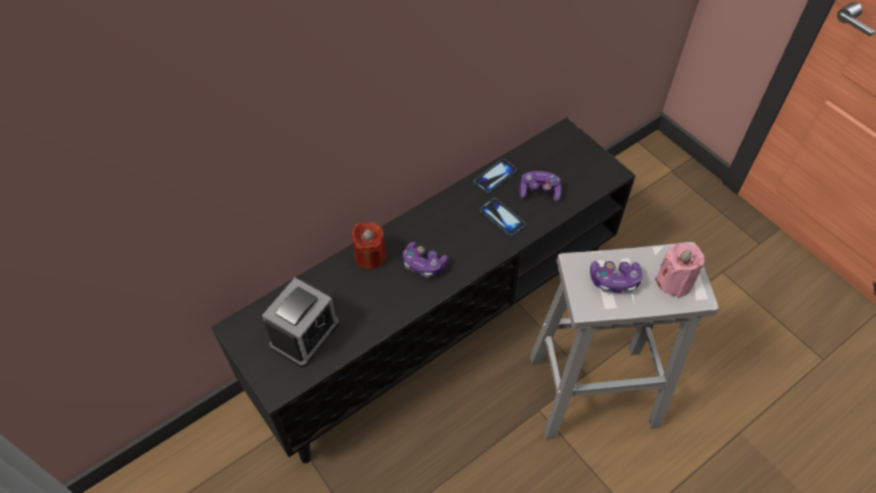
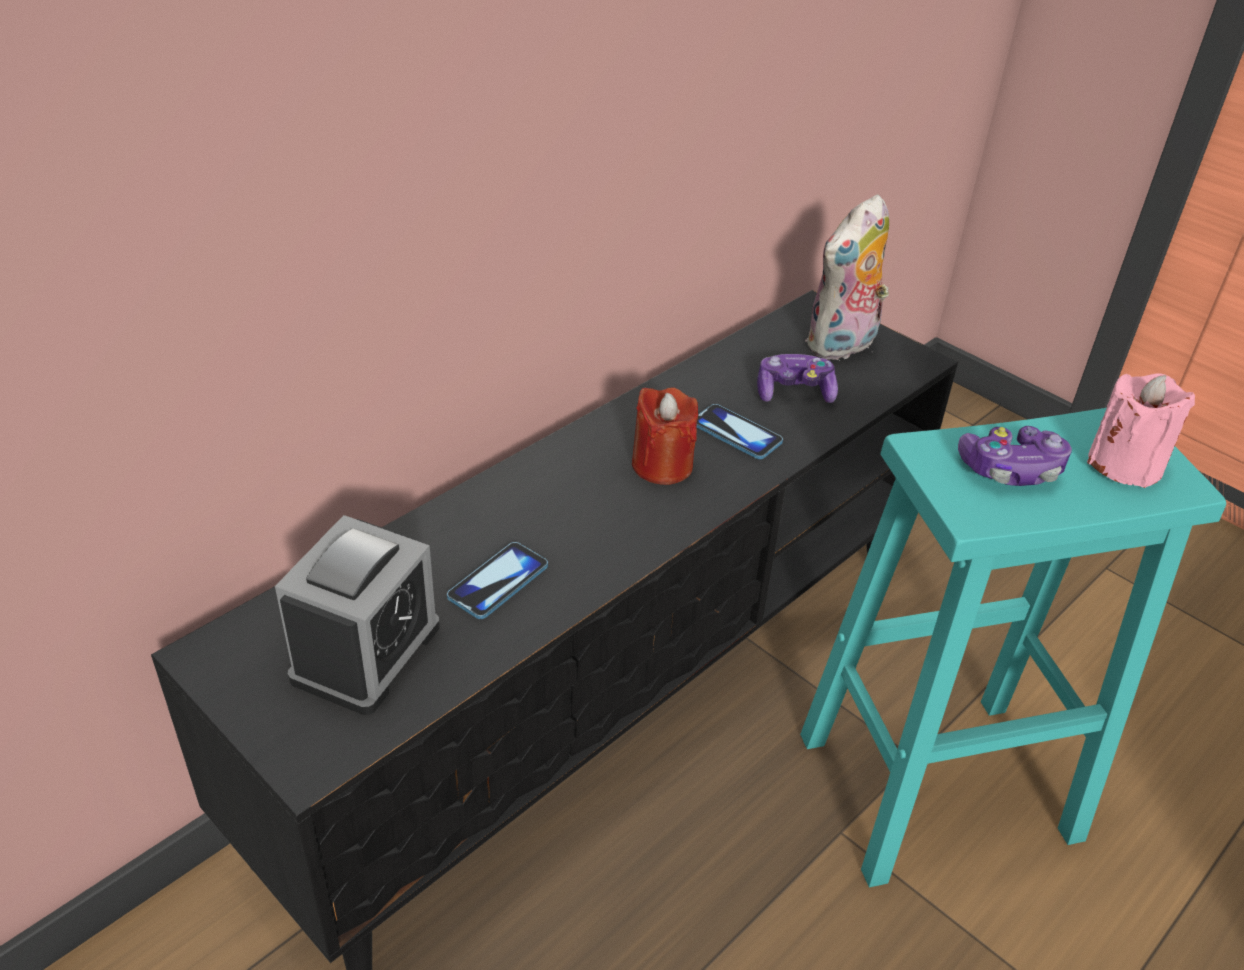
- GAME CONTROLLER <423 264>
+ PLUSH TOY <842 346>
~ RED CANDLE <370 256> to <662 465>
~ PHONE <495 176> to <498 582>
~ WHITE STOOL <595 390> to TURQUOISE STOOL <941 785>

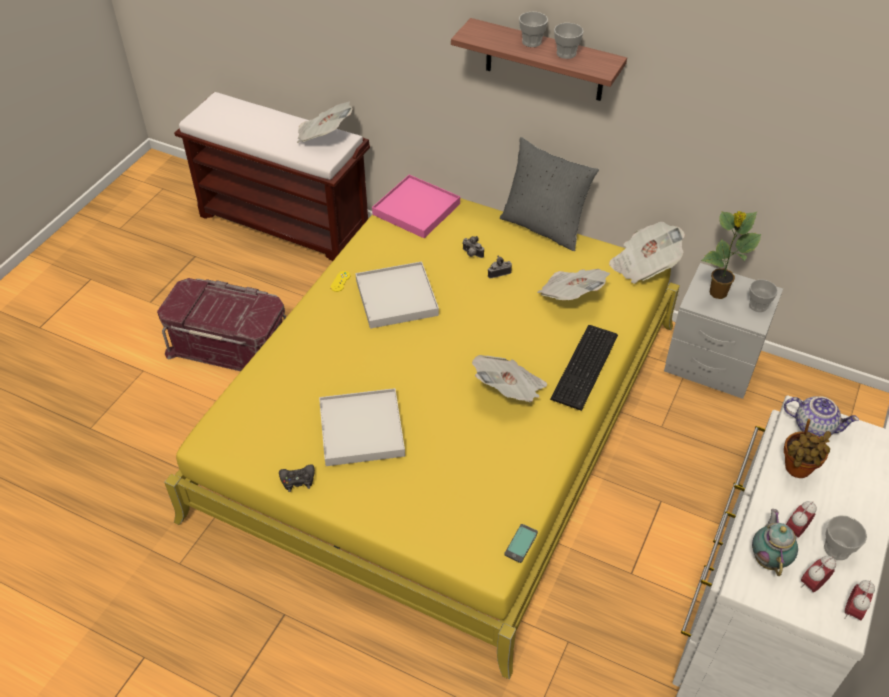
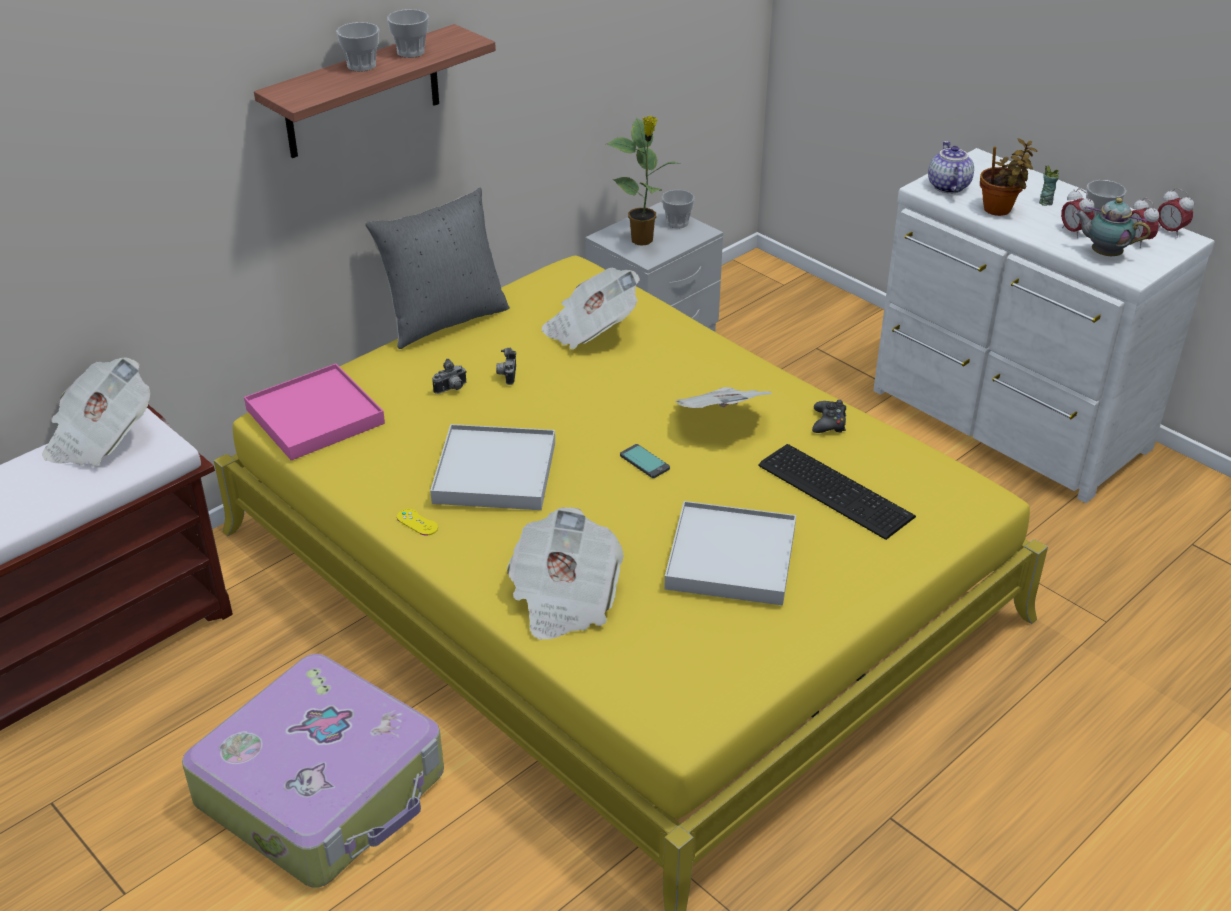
+ CUP <1045 202>
~ BLACK GAME CONTROLLER <298 480> to <829 423>
~ PHONE <521 544> to <645 462>
~ KEYBOARD <587 366> to <835 488>
~ NEWSPAPER <643 265> to <564 599>
~ RED STORAGE BOX <231 345> to SUITCASE <324 788>
~ TEAPOT <814 426> = <947 186> 45 degrees counterclockwise

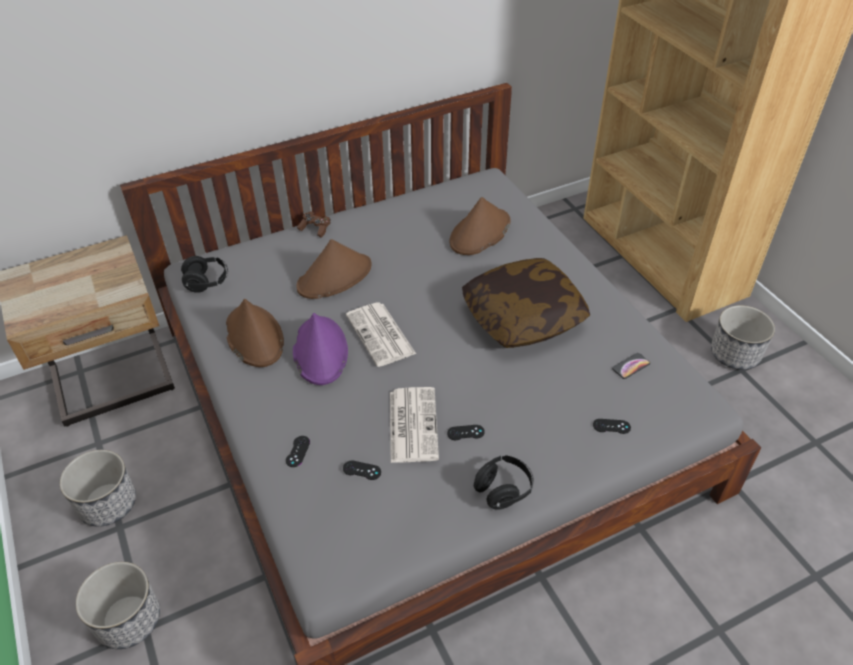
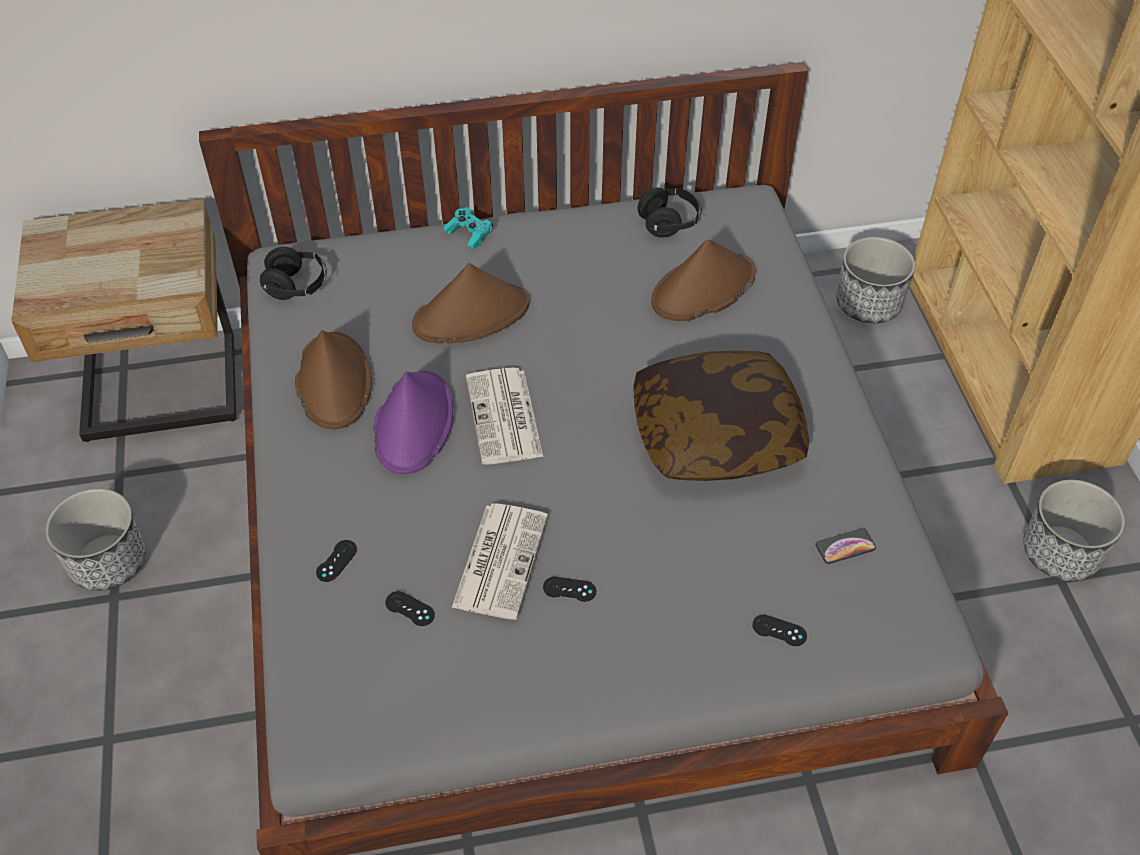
~ PLANTER <128 620> to <867 303>
~ BLACK HEADPHONES <503 490> to <669 223>
~ BROWN GAME CONTROLLER <315 228> to TURQUOISE GAME CONTROLLER <469 234>

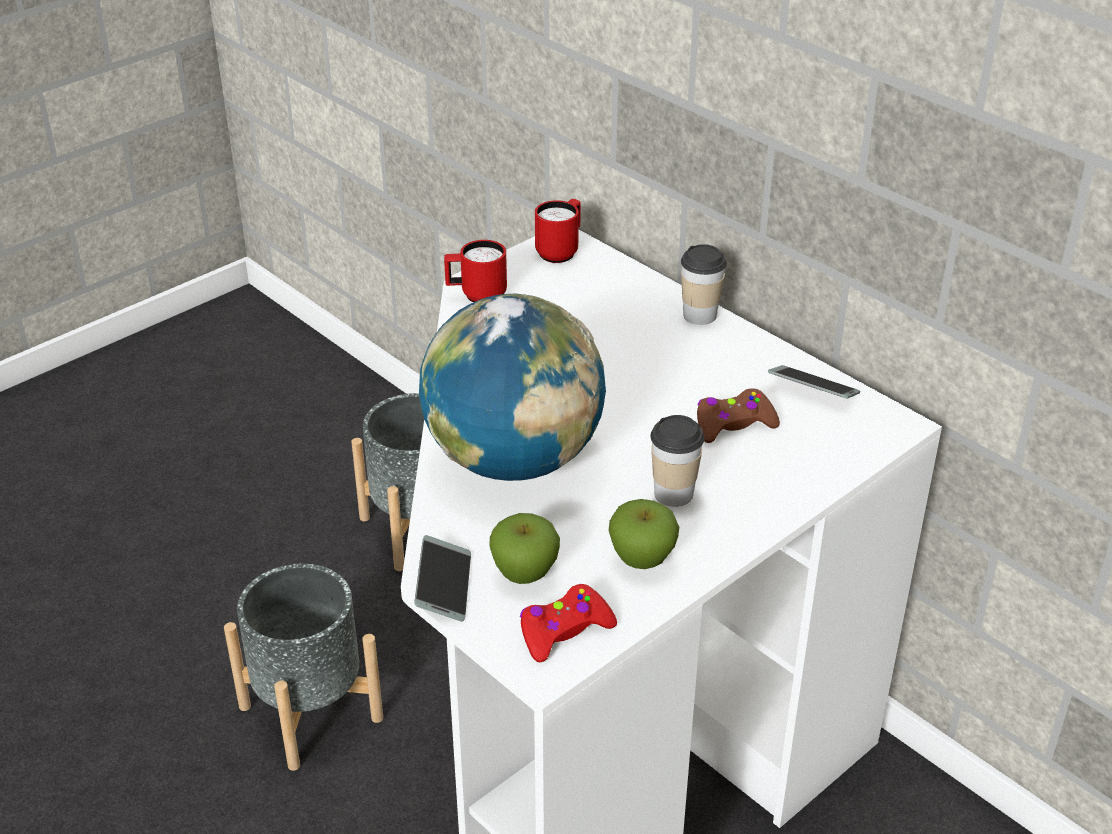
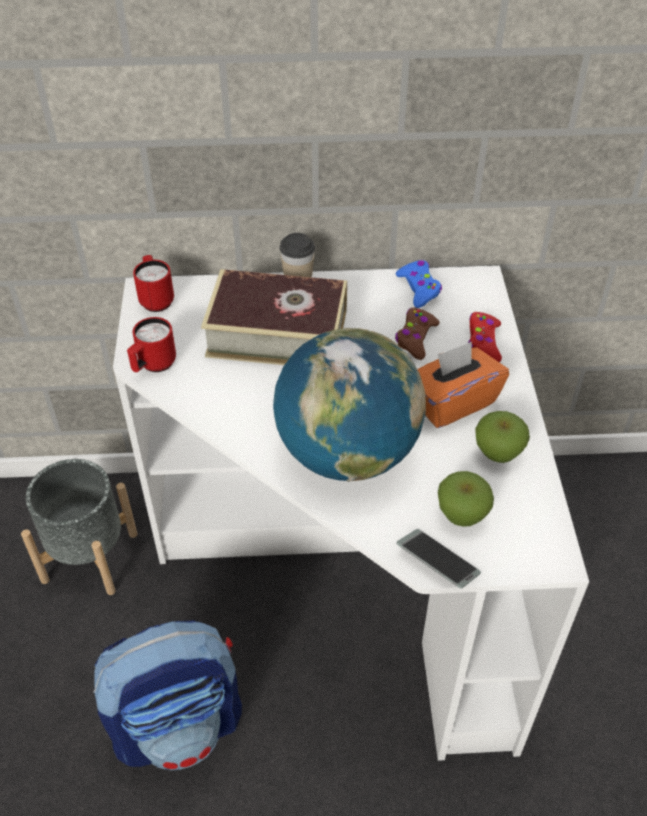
+ BOOK <277 333>
~ RED GAME CONTROLLER <564 631> to <483 342>
~ GREY PLANTER <310 712> to BACKPACK <179 725>
~ CUP <673 493> to ORANGE TISSUE BOX <452 402>
~ PHONE <813 390> to BLUE GAME CONTROLLER <419 288>

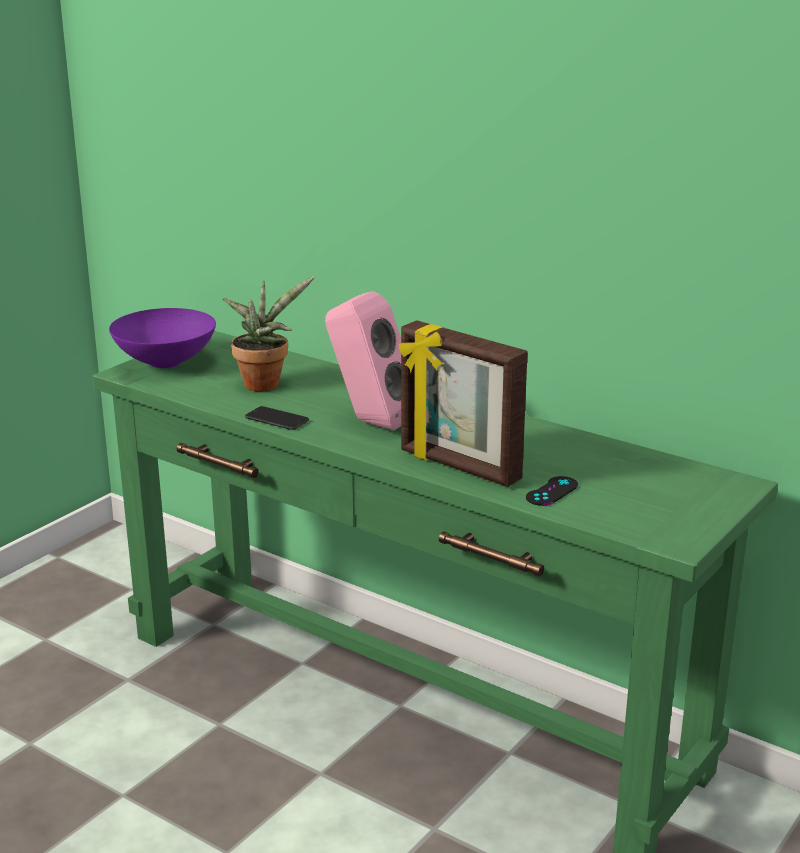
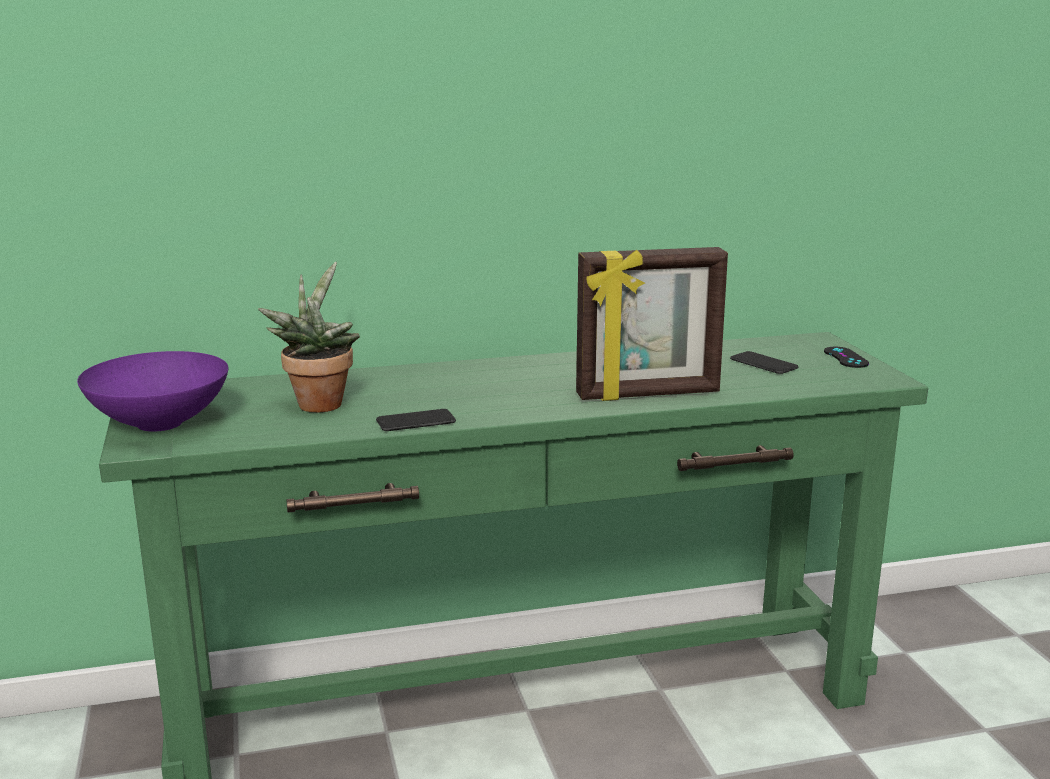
- PINK SPEAKER <369 422>
+ PHONE <763 364>
~ BLACK GAME CONTROLLER <552 491> to <845 358>

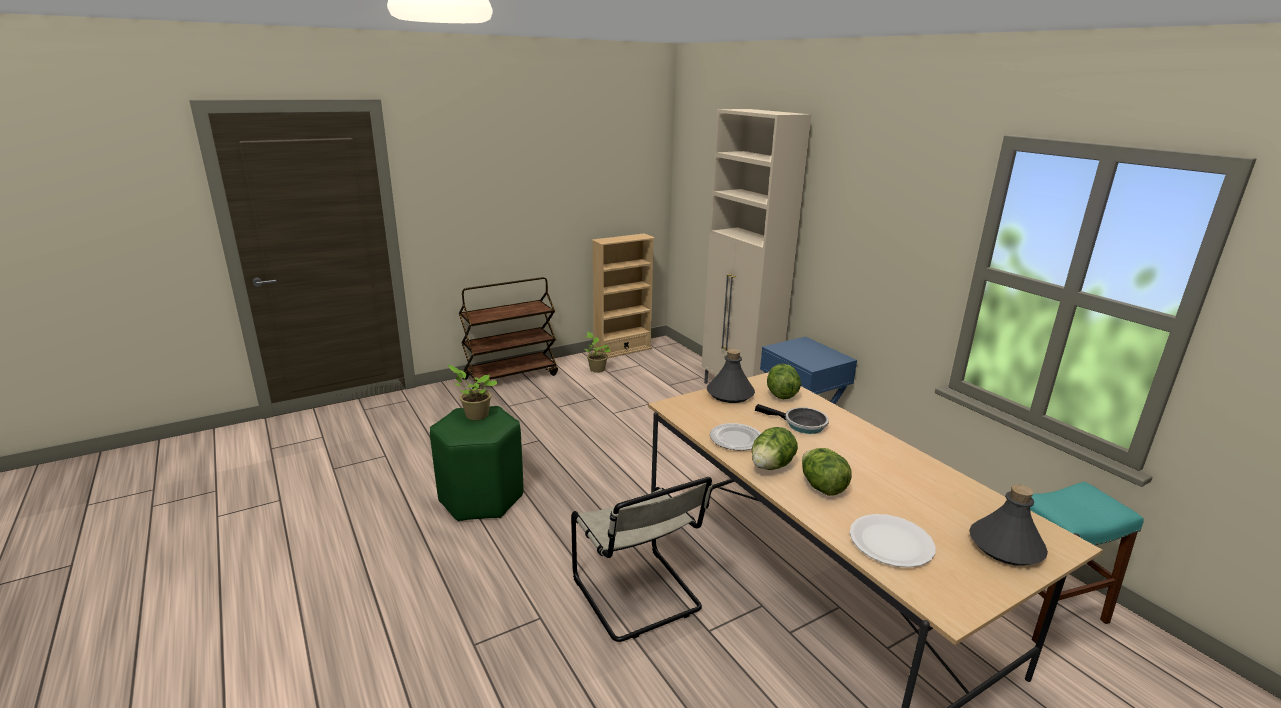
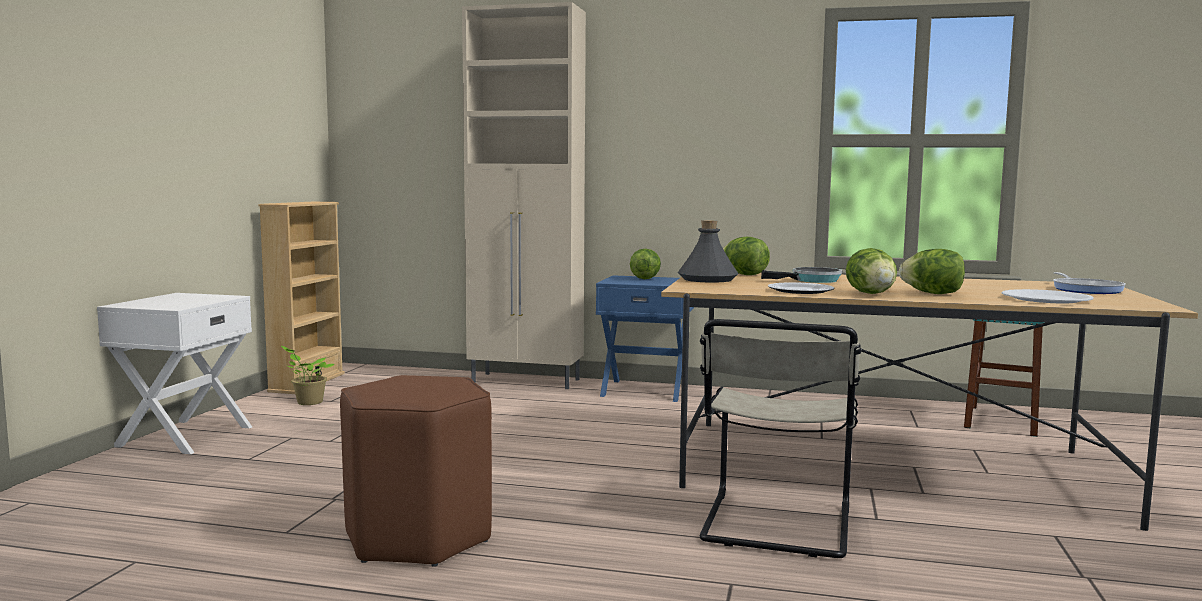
- POTTED PLANT <475 415>
+ LETTUCE <645 278>
~ BROWN CART <511 376> to WHITE NIGHTSTAND <183 436>
~ GREY BOTTLE <1006 547> to FRYING PAN <1086 290>
~ GREEN STOOL <482 498> to BROWN STOOL <418 537>
~ BEIGE CHAIR <639 596> = <776 527> 90 degrees clockwise

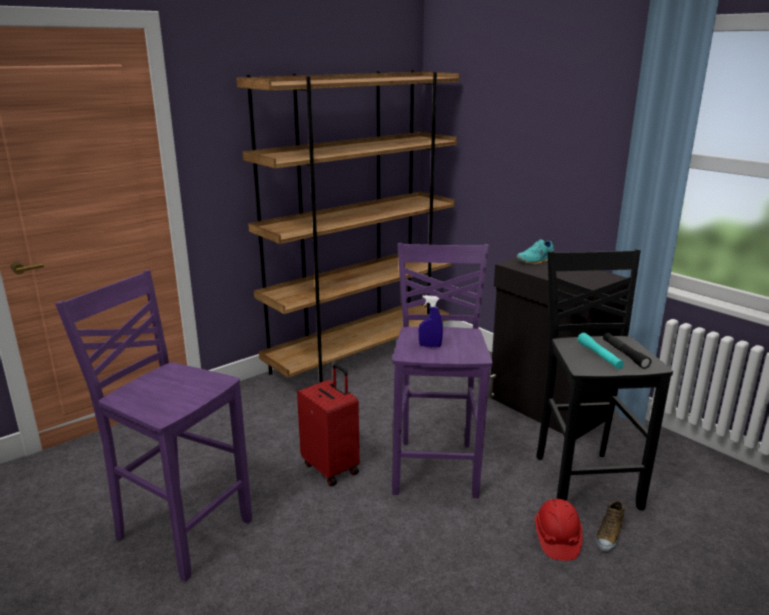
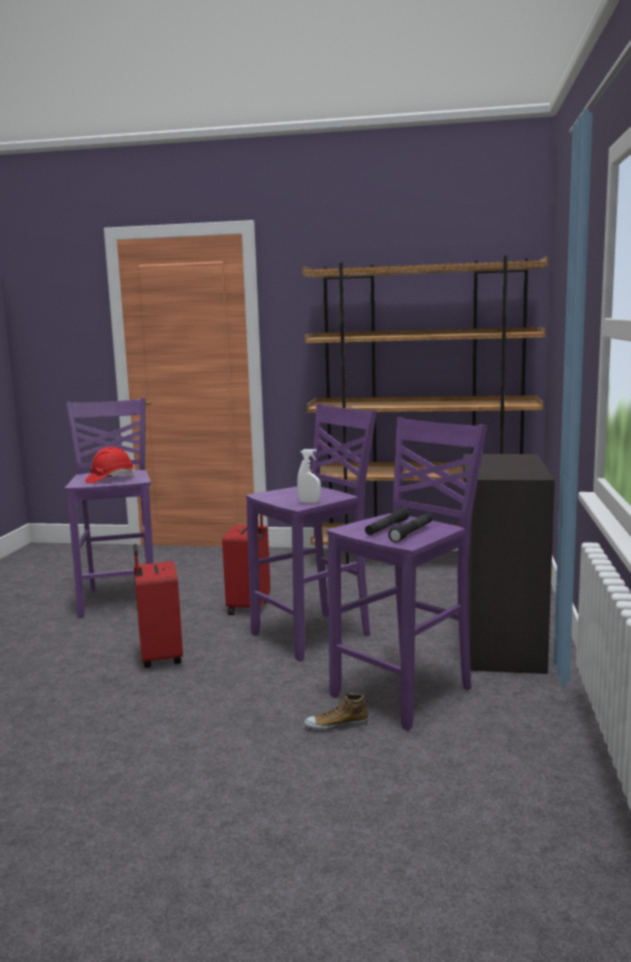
- BLUE SPRAY BOTTLE <430 346>
- TURQUOISE SHOE <536 261>
+ RED SUITCASE <159 658>
+ WHITE SPRAY BOTTLE <309 502>
~ RED HARD HAT <556 539> to <110 479>
~ BLACK STOOL <584 480> to PURPLE STOOL <406 692>
~ TURQUOISE FLASHLIGHT <599 356> to BLACK FLASHLIGHT <387 528>

